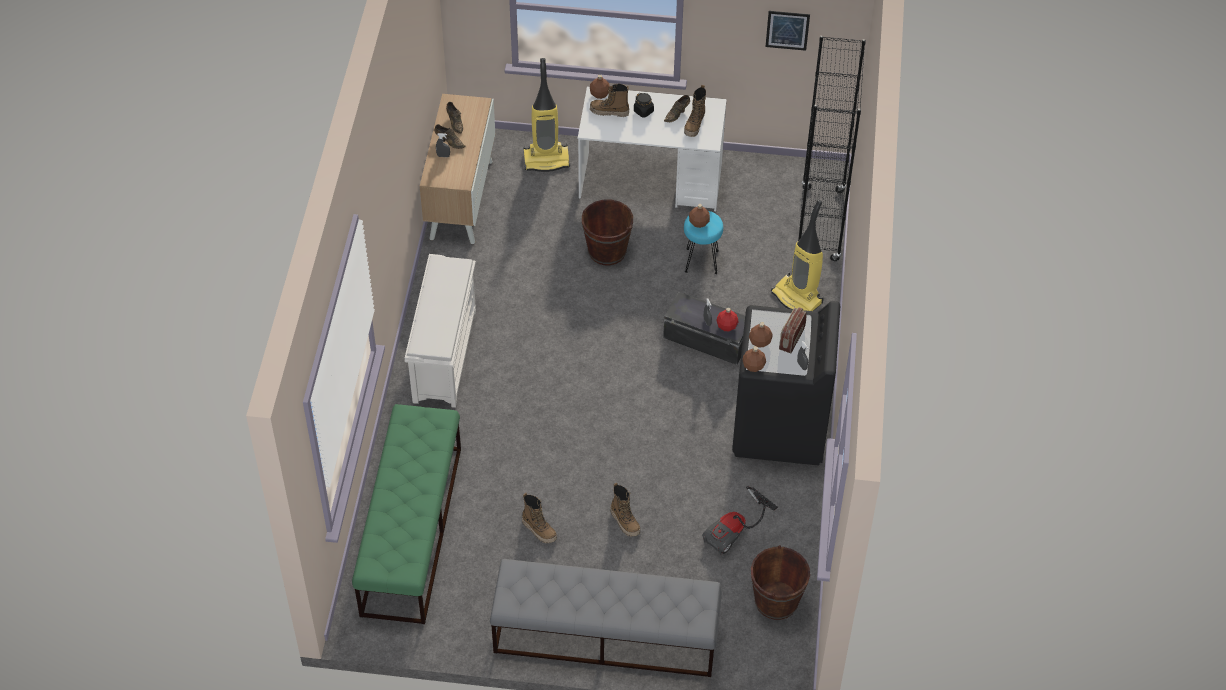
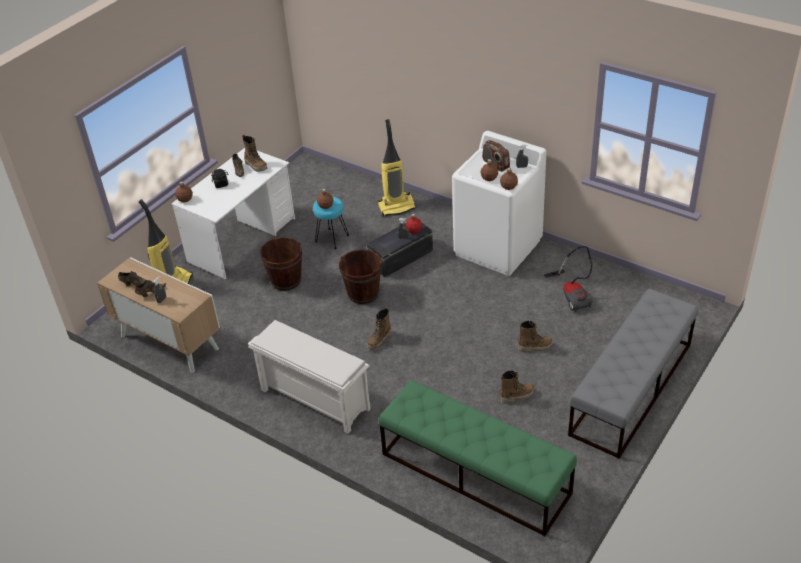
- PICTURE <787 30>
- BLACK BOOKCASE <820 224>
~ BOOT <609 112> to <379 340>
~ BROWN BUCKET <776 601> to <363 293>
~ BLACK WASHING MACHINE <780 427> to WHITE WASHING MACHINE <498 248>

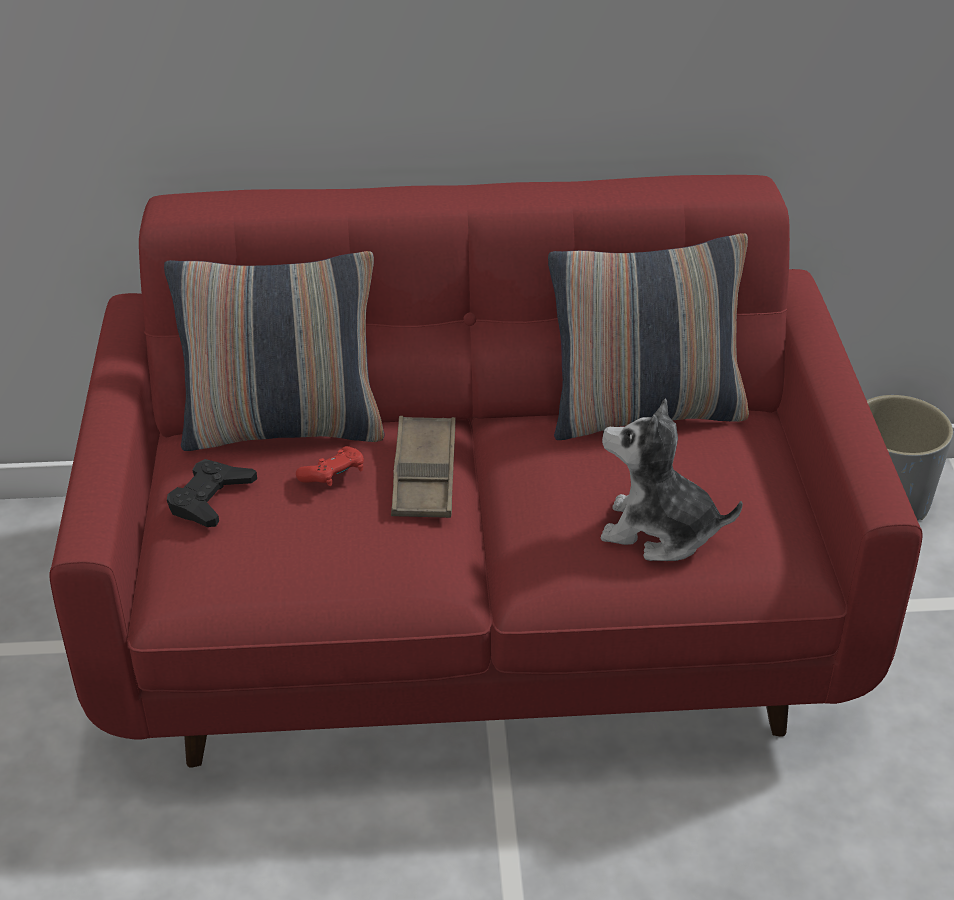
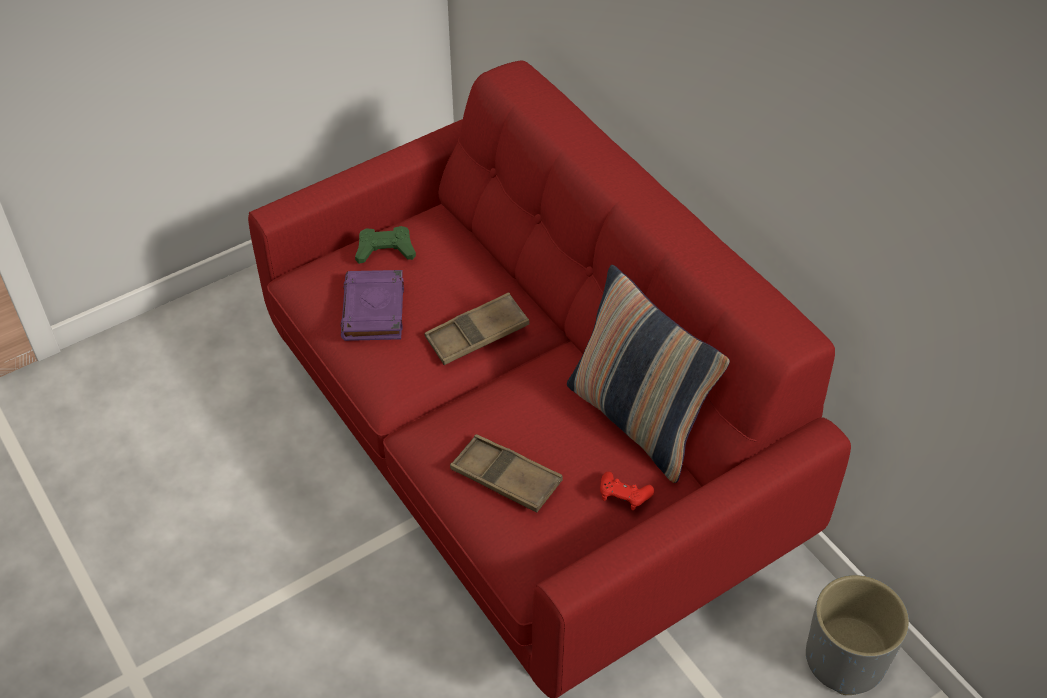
- PILLOW <283 428>
+ PURPLE BOOK <374 311>
~ RED GAME CONTROLLER <334 477> to <623 497>
~ PLUSH TOY <659 531> to BROWN TRAY <506 478>
~ BLACK GAME CONTROLLER <210 499> to GREEN GAME CONTROLLER <385 250>

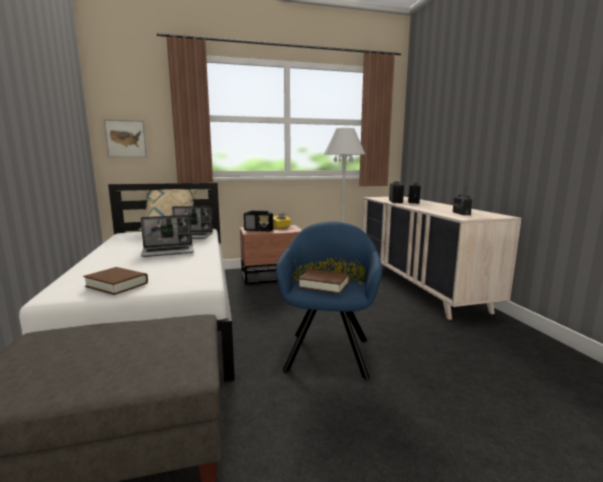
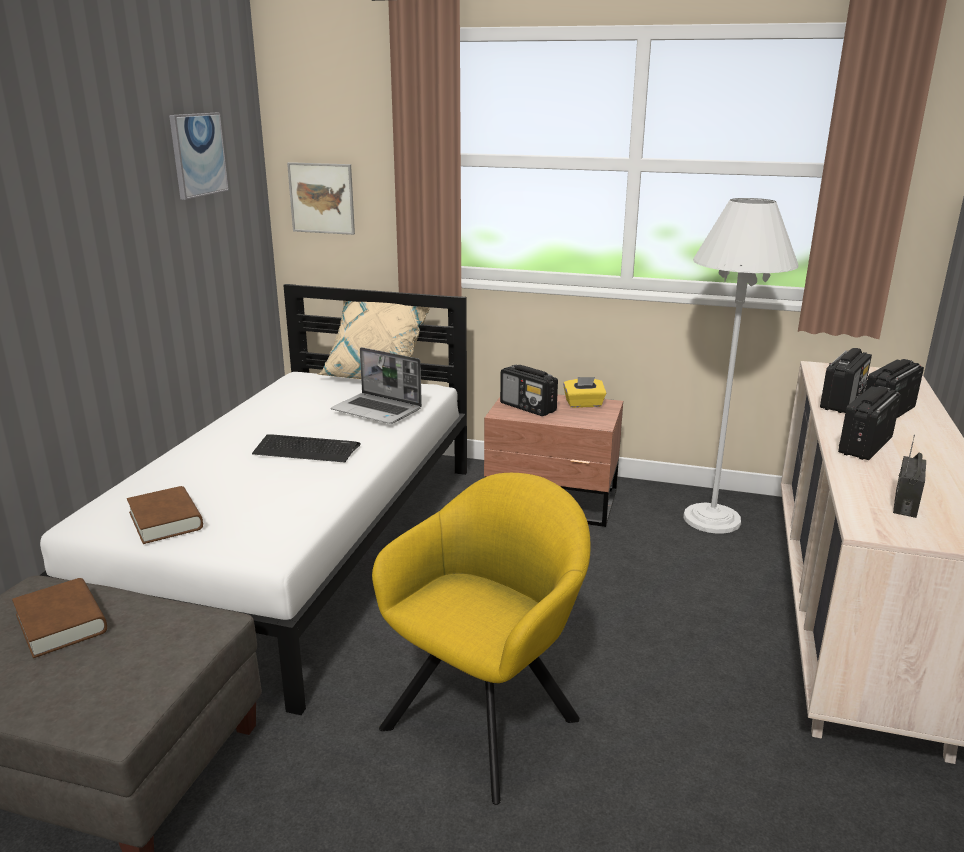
+ PICTURE <198 155>
+ RADIO <865 446>
~ BROWN BOOK <324 285> to <61 623>
~ LAPTOP <169 251> to KEYBOARD <306 450>
~ BLUE ARMCHAIR <328 351> to YELLOW ARMCHAIR <488 717>

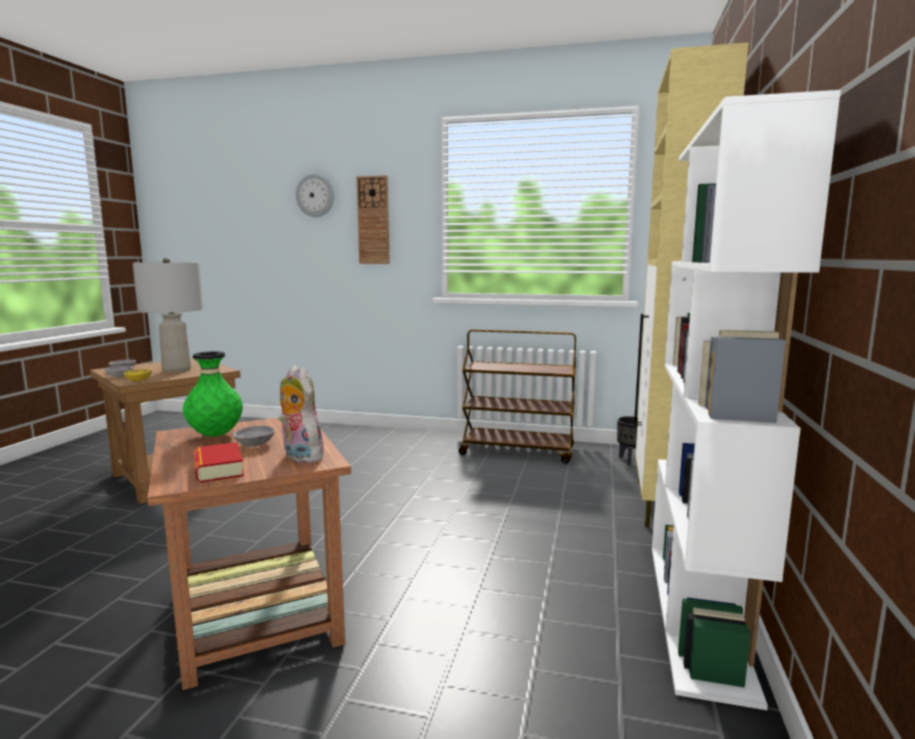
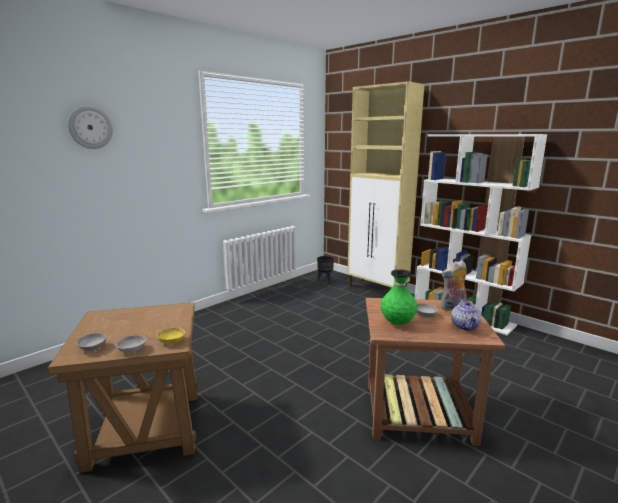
- GREY TABLE LAMP <176 370>
- WALL CLOCK <373 220>
- BROWN CART <518 452>
~ BOOK <218 469> to TEAPOT <465 326>

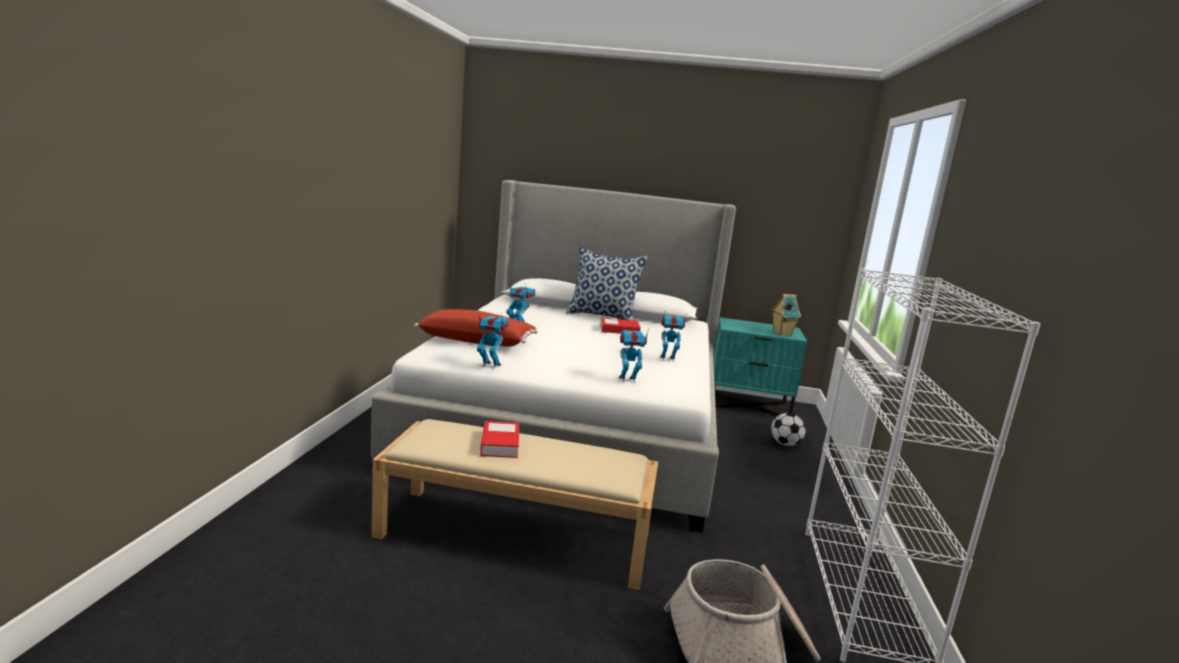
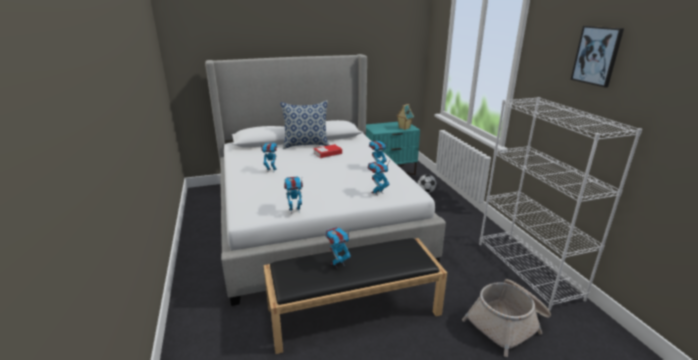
- RED PILLOW <477 341>
+ PICTURE <597 55>
~ BOOK <500 444> to TOY ROBOT <338 264>
~ BEIGE BENCH <517 534> to BLACK BENCH <354 310>

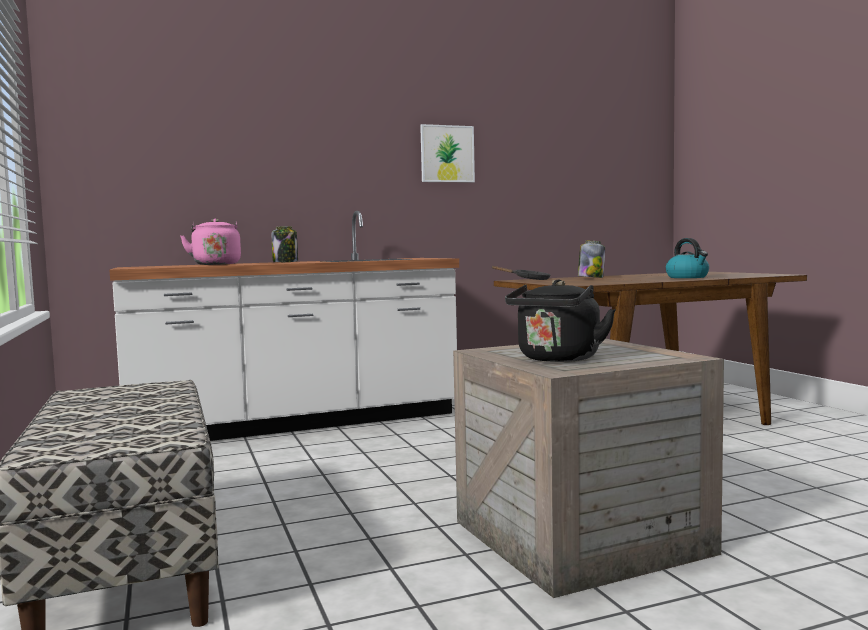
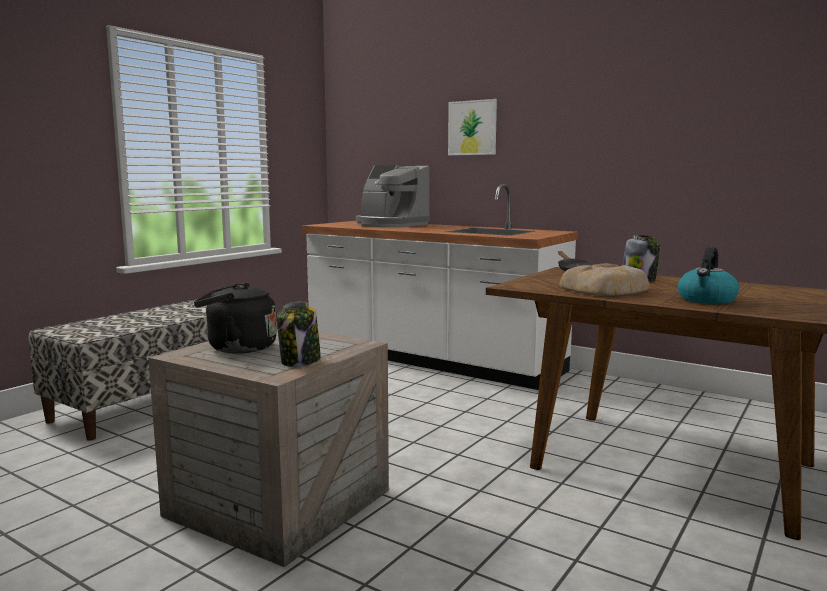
+ BREAD <605 289>
~ JAR <286 262> to <300 361>
~ PICTURE <447 154> to <472 128>
~ PINK KETTLE <216 264> to COFFEE MACHINE <390 225>

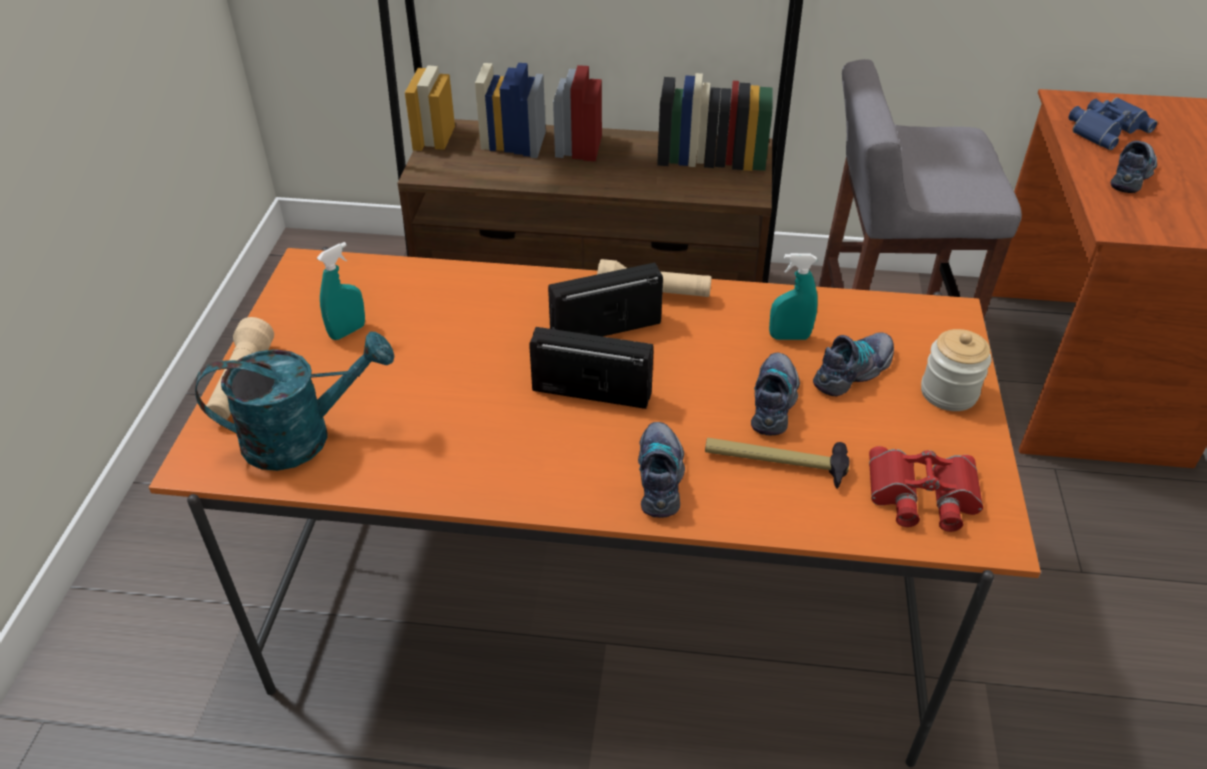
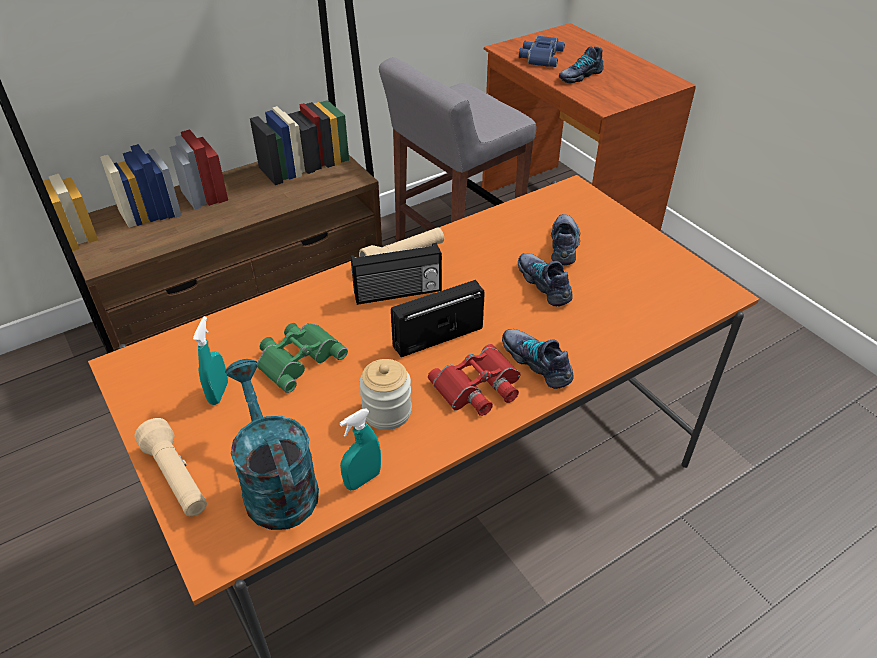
- HAMMER <775 463>
+ GREEN BINOCULARS <298 358>
~ TURQUOISE SPRAY BOTTLE <789 337> to <363 479>
~ RED BINOCULARS <922 496> to <479 387>
~ JAR <948 392> to <387 412>
~ TURQUOISE WATERING CAN <303 436> = <276 483> 60 degrees counterclockwise
~ RADIO <605 327> = <398 293> 135 degrees counterclockwise
~ SHOE <1132 174> = <579 75> 120 degrees counterclockwise

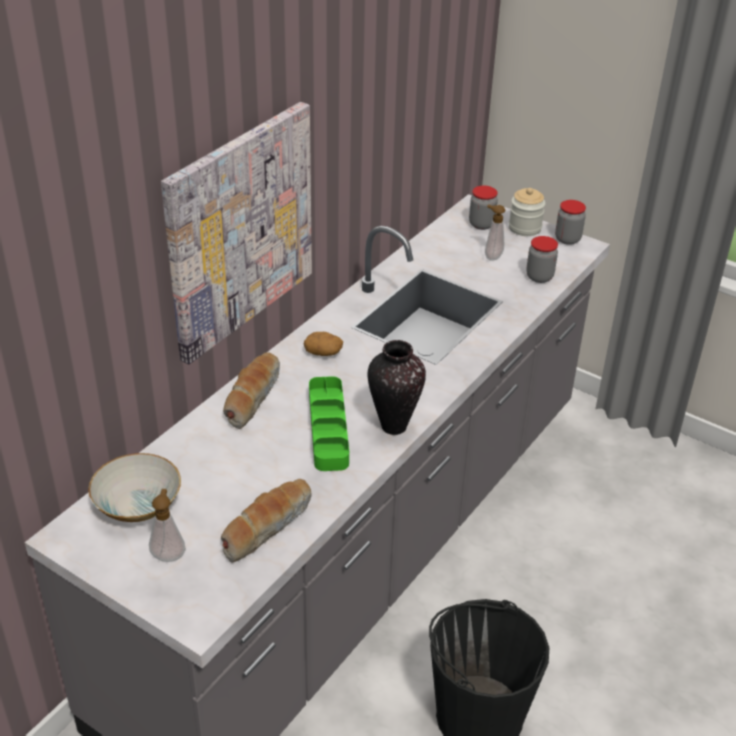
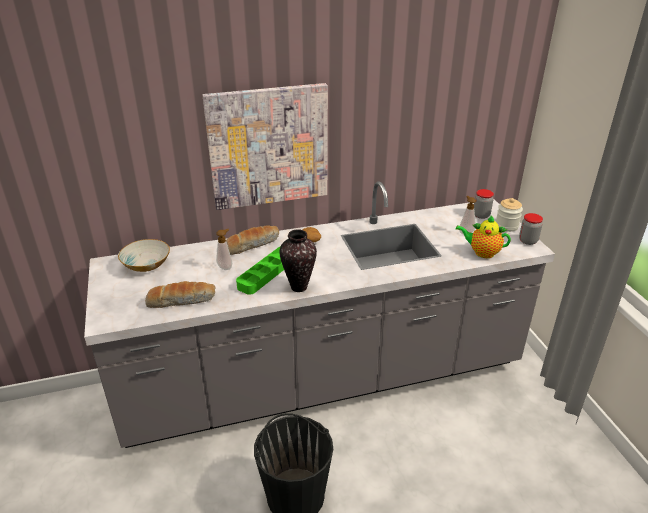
~ SOAP DISPENSER <169 554> to <226 267>
~ JAR <539 277> to TEAPOT <482 252>

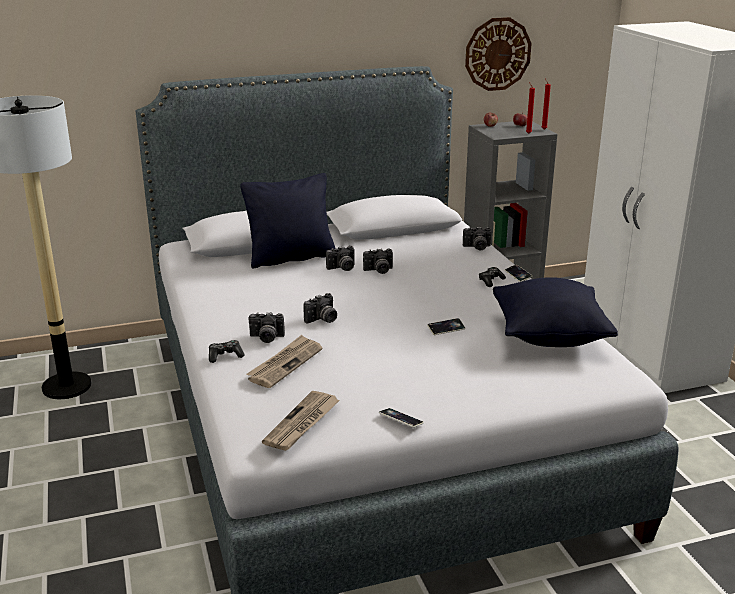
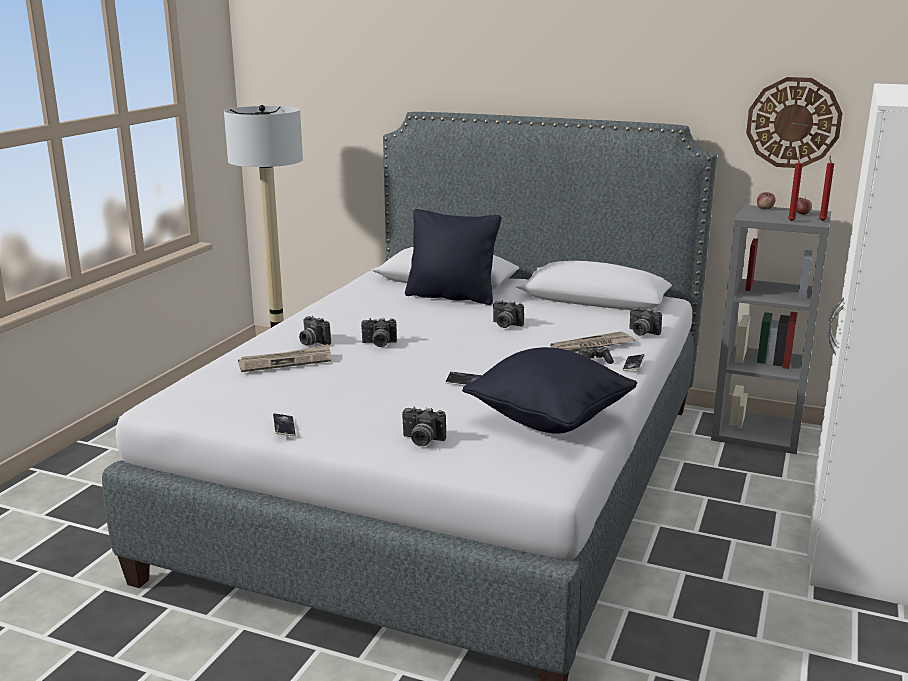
- GAME CONTROLLER <225 356>
~ NEWSPAPER <302 423> to <592 346>
~ PHOTO CAMERA <342 268> to <422 441>

